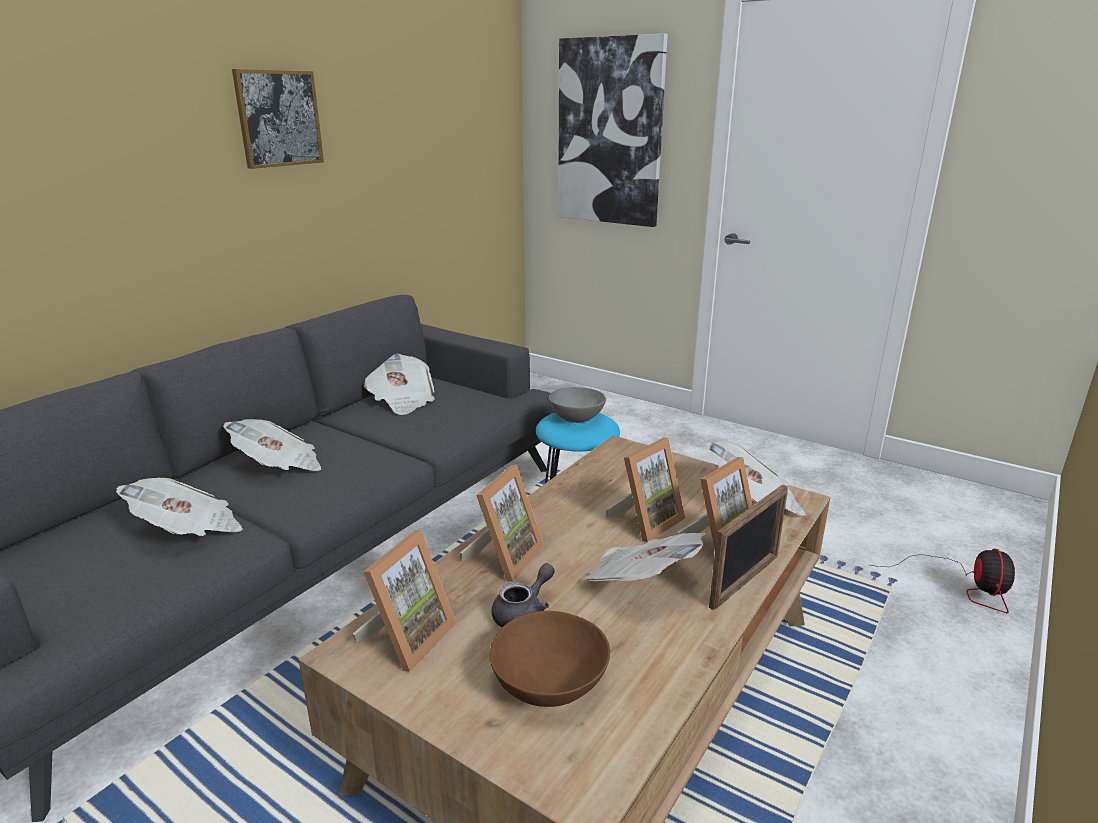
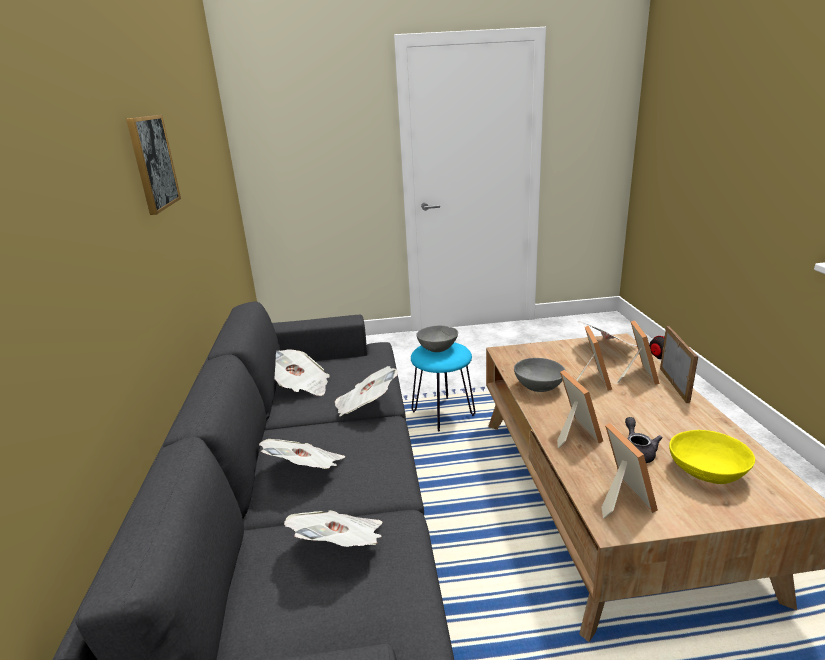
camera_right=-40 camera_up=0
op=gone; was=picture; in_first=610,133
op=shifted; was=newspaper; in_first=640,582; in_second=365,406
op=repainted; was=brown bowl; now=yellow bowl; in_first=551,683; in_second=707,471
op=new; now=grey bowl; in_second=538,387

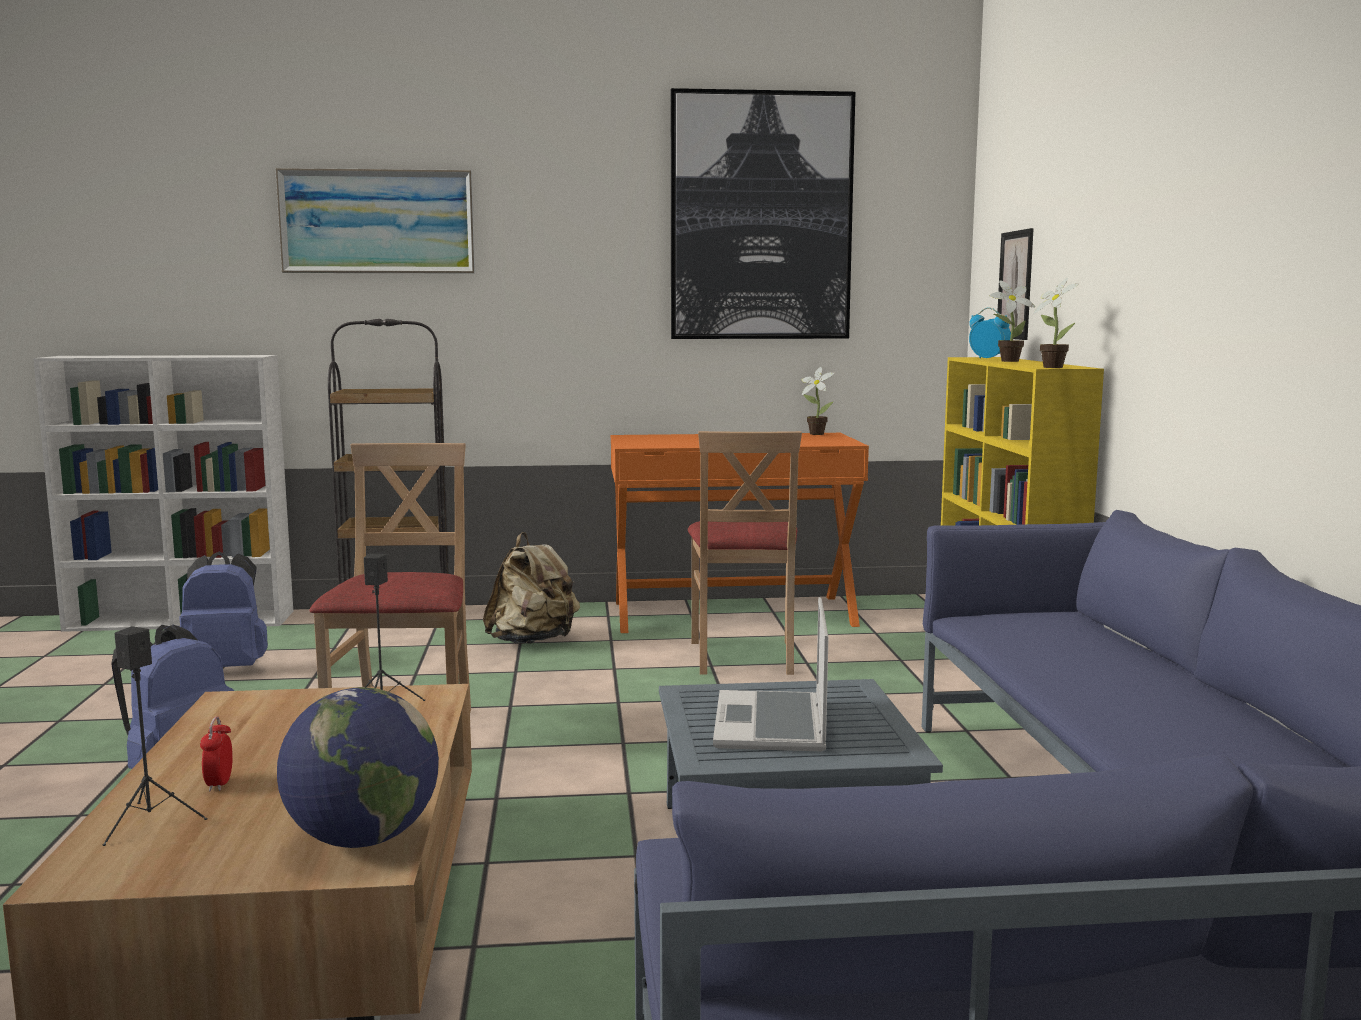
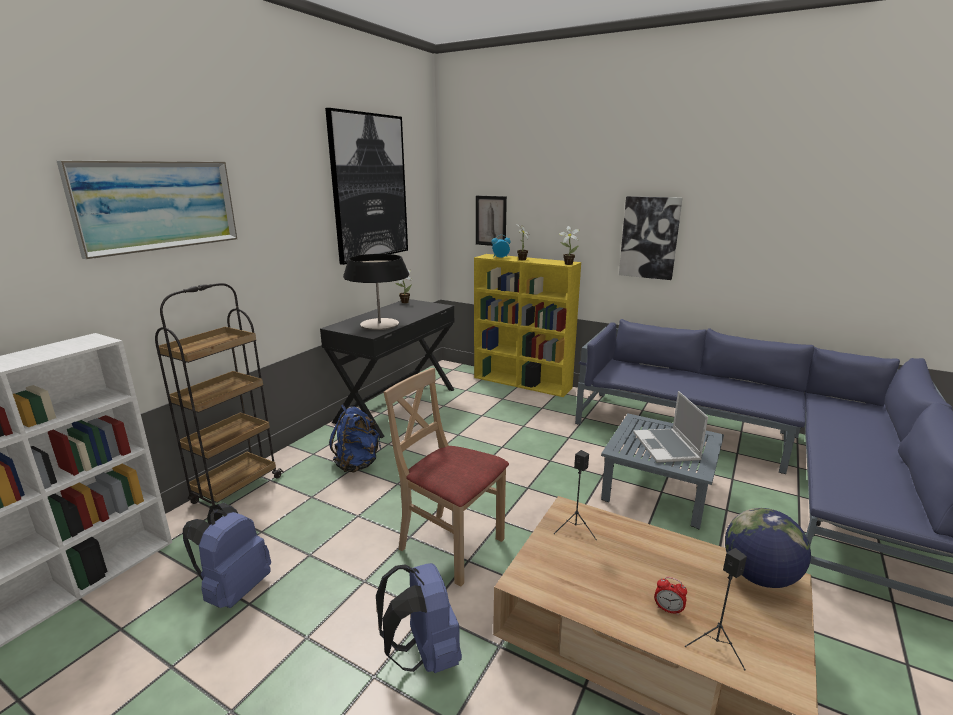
camera_right=-55 camera_up=10
op=gone; was=beige chair; in_first=743,657
op=repainted; was=orange desk; now=black desk; in_first=733,613; in_second=396,405
op=repainted; was=beige backpack; now=blue backpack; in_first=533,641; in_second=357,464
op=rotated; was=laptop; in_first=772,725; in_second=667,447; clockwise=45
op=new; now=picture; in_second=649,237
op=new; now=table lamp; in_second=379,324

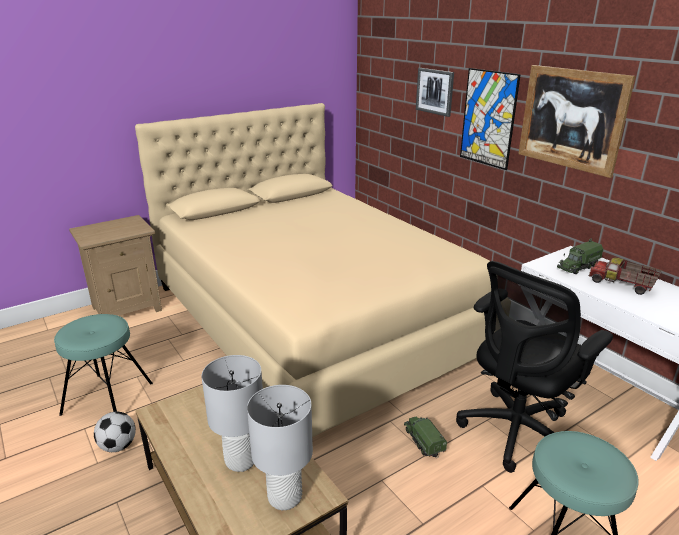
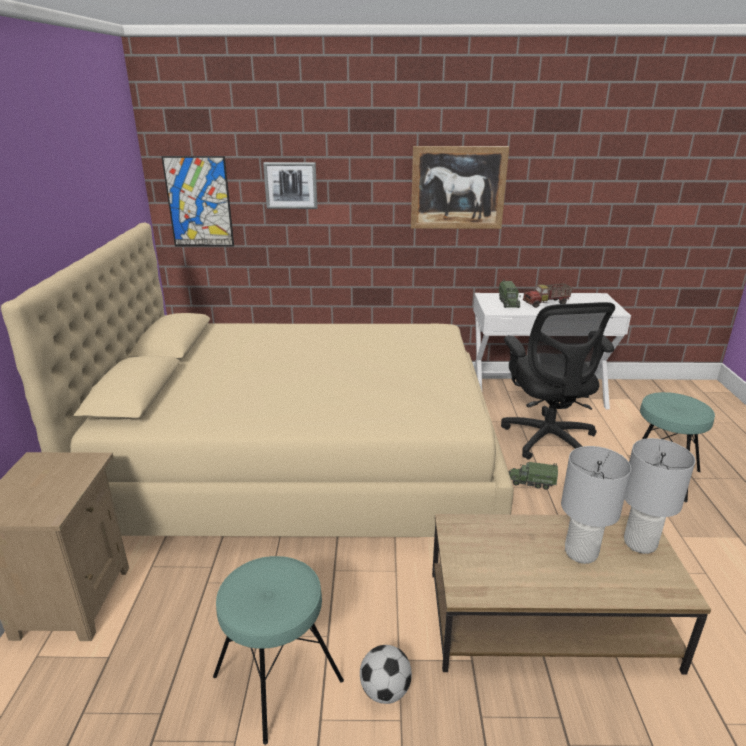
camera_right=-55 camera_up=0
op=shifted; was=picture; in_first=488,118; in_second=199,202

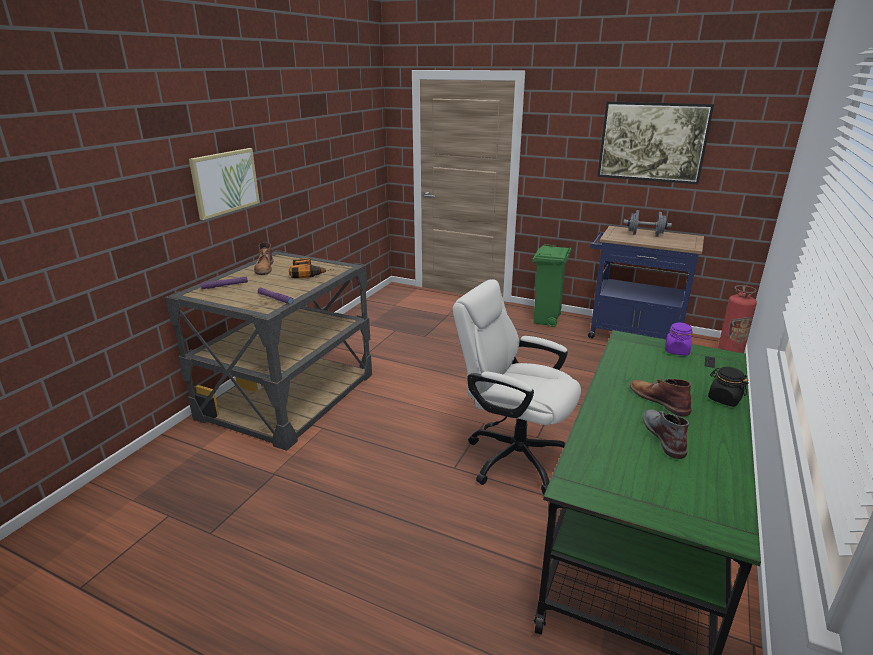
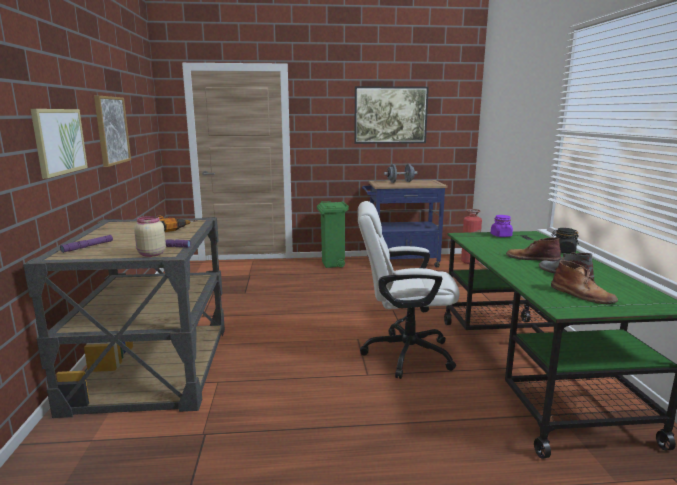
camera_right=-30 camera_up=-10
op=shifted; was=brown boot; in_first=264,268; in_second=582,295
op=new; now=picture; in_second=111,130
op=new; now=beige jar; in_second=151,254

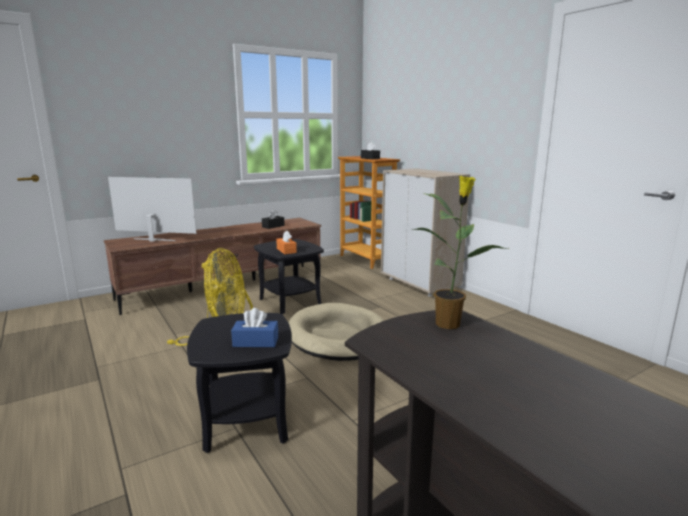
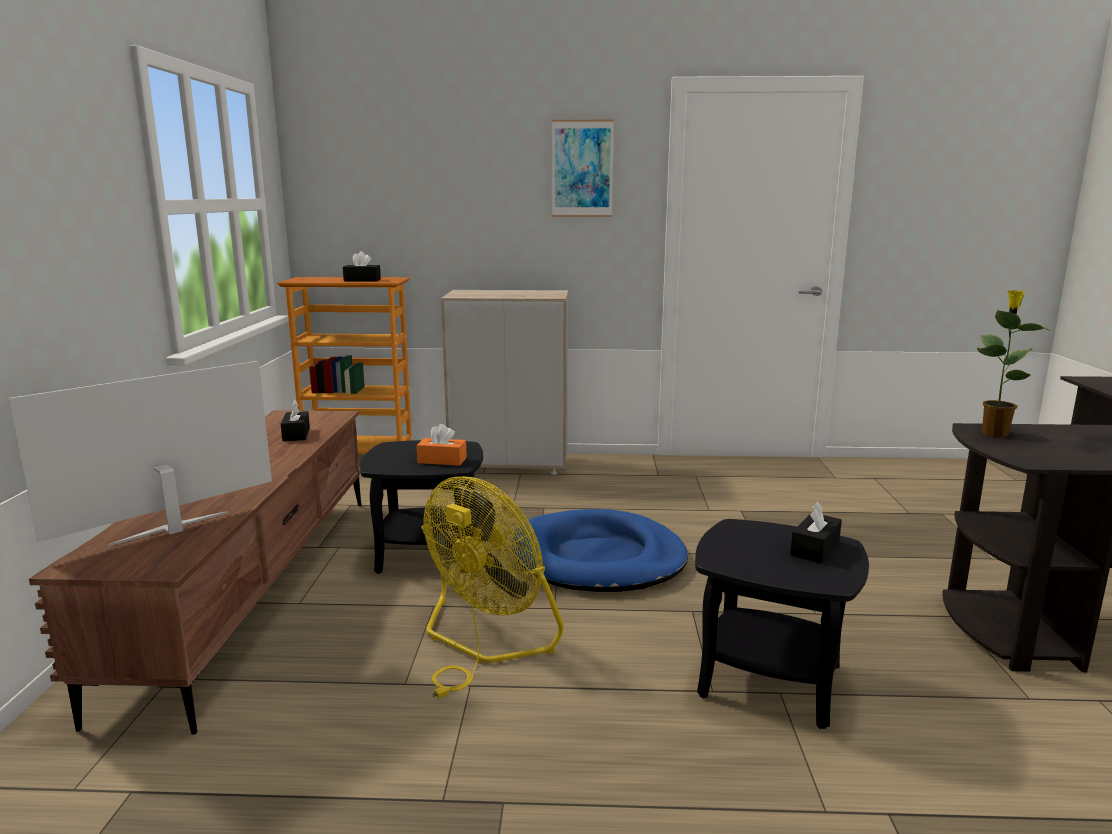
camera_right=-55 camera_up=0
op=repainted; was=beige dog bed; now=blue dog bed; in_first=338,336; in_second=598,558
op=repainted; was=blue tissue box; now=black tissue box; in_first=255,342; in_second=815,548
op=new; now=picture; in_second=582,169

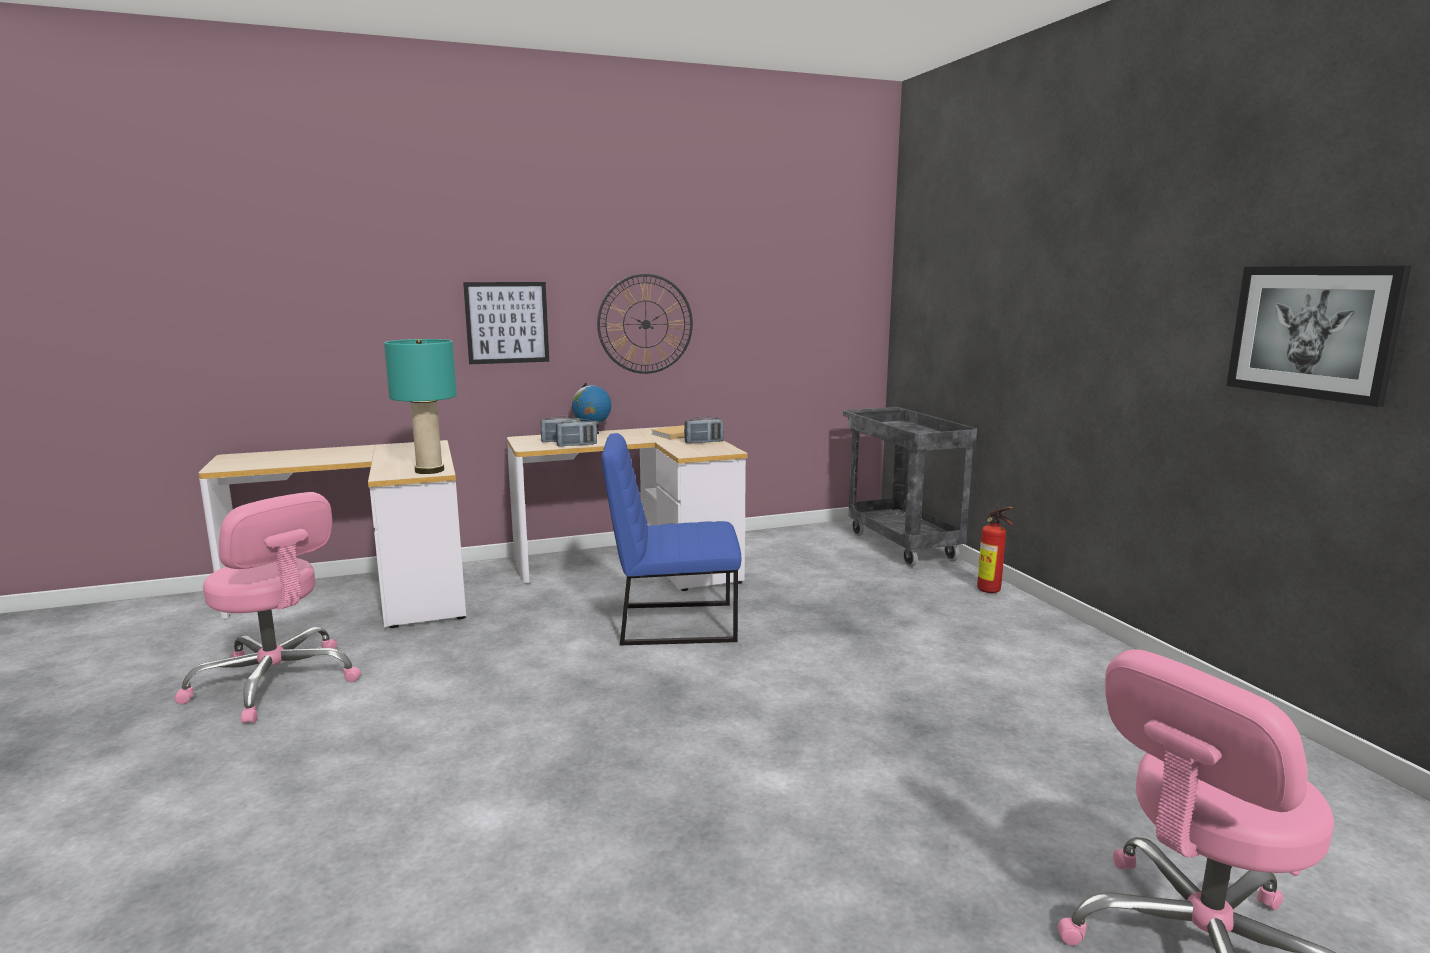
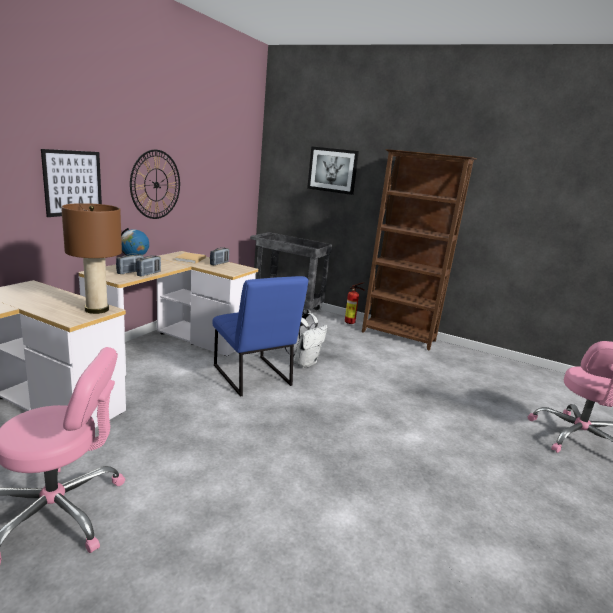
camera_right=-45 camera_up=5
op=shifted; was=picture; in_first=1312,331; in_second=332,170
op=repainted; was=turquoise table lamp; now=brown table lamp; in_first=429,471; in_second=97,310
op=rotated; was=blue chair; in_first=673,623; in_second=252,376; clockwise=-75
op=new; now=brown bookcase; in_second=399,337
op=new; now=white backpack; in_second=304,363

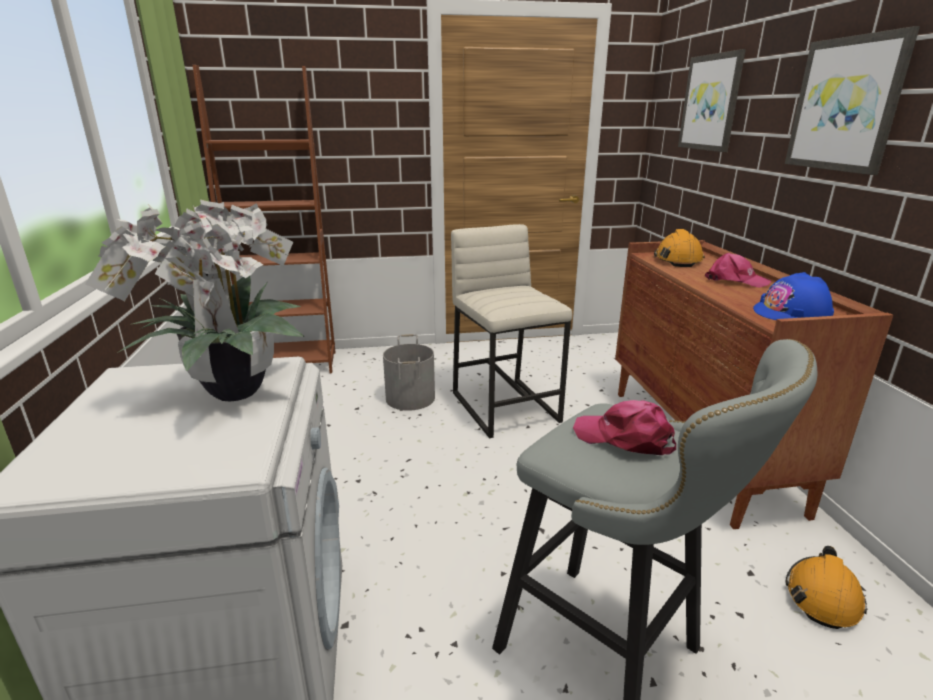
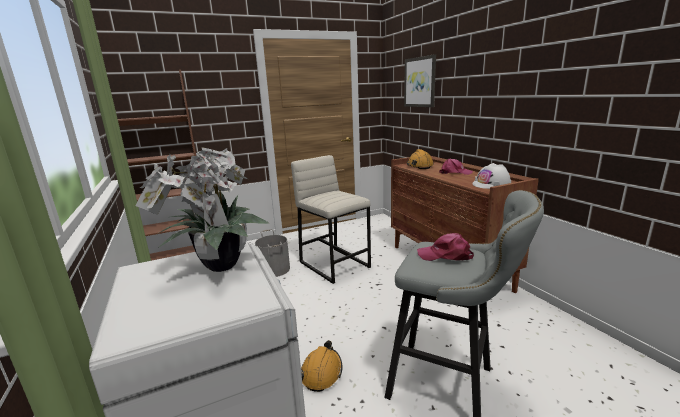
camera_right=-15 camera_up=-5
op=gone; was=picture; in_first=846,104
op=repainted; was=blue hard hat; now=white hard hat; in_first=792,313; in_second=491,184
op=shifted; was=orange hard hat; in_first=822,596; in_second=321,372

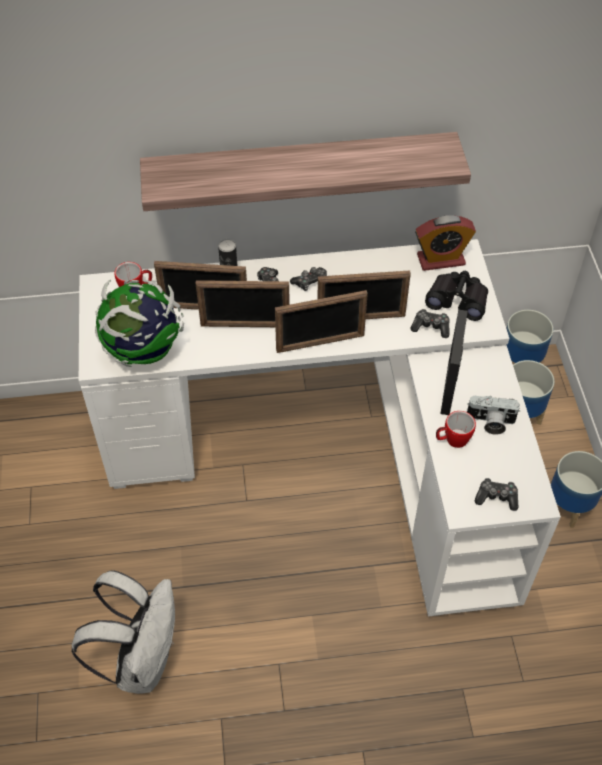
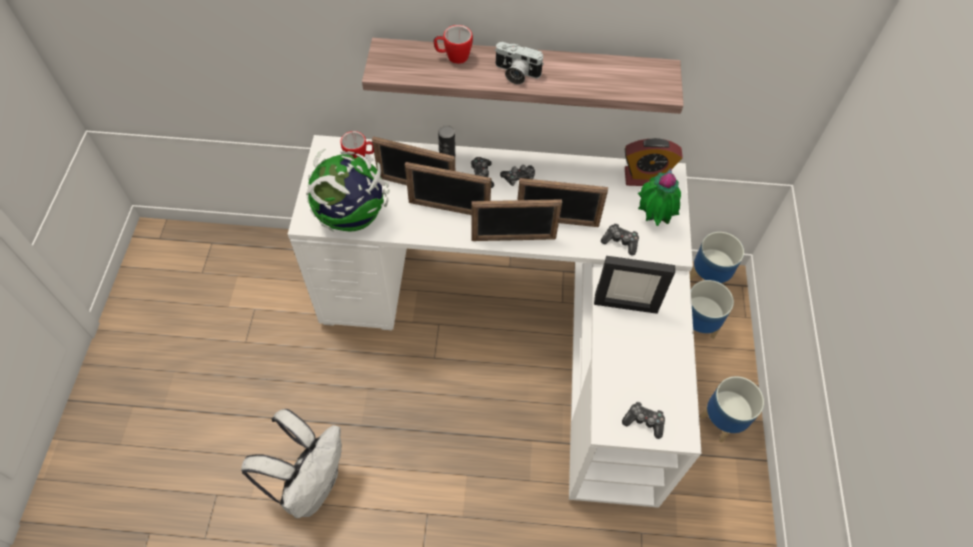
camera_right=10 camera_up=5
op=swapped; was=black binoculars; now=potted plant; in_first=458,300; in_second=652,220
op=rotated; was=picture frame; in_first=450,388; in_second=625,304; clockwise=-105
op=shifted; was=photo camera; in_first=490,422; in_second=515,73
op=shifted; was=mug; in_first=452,440; in_second=453,57

